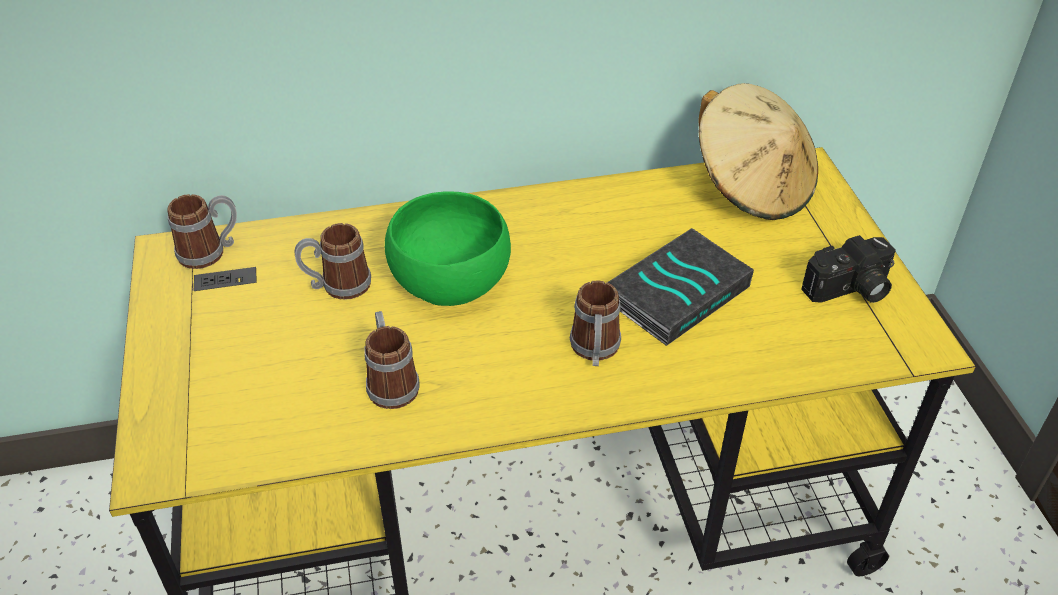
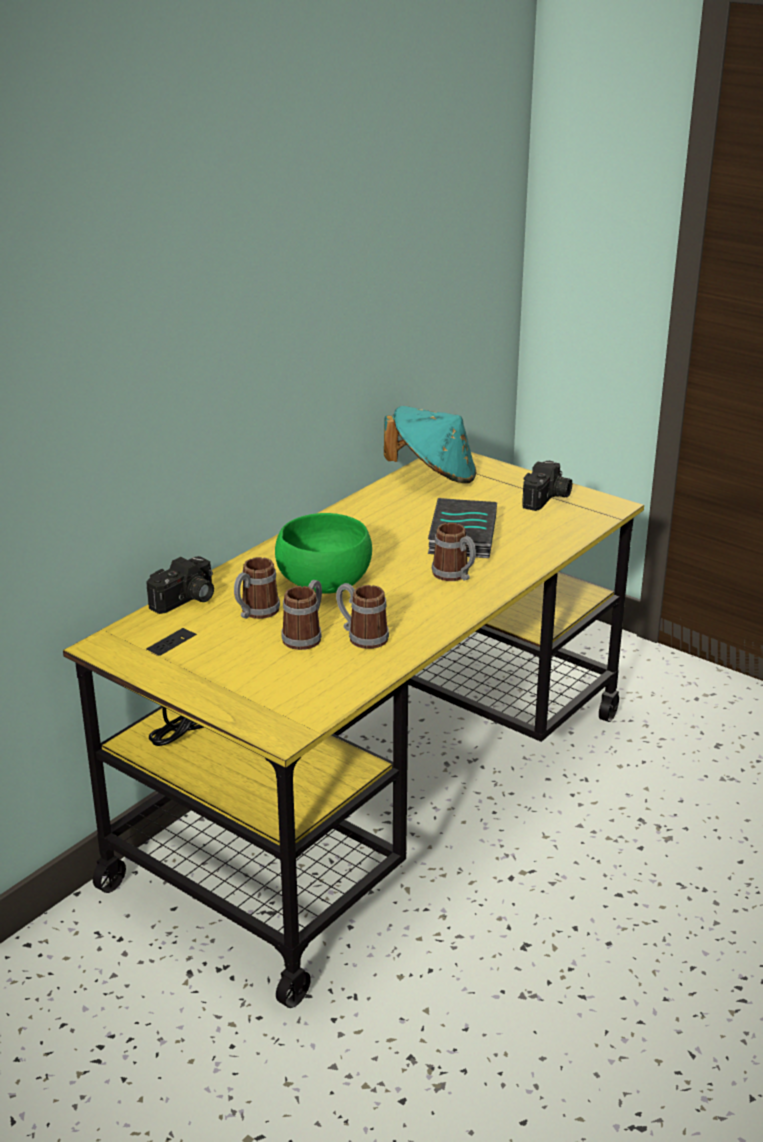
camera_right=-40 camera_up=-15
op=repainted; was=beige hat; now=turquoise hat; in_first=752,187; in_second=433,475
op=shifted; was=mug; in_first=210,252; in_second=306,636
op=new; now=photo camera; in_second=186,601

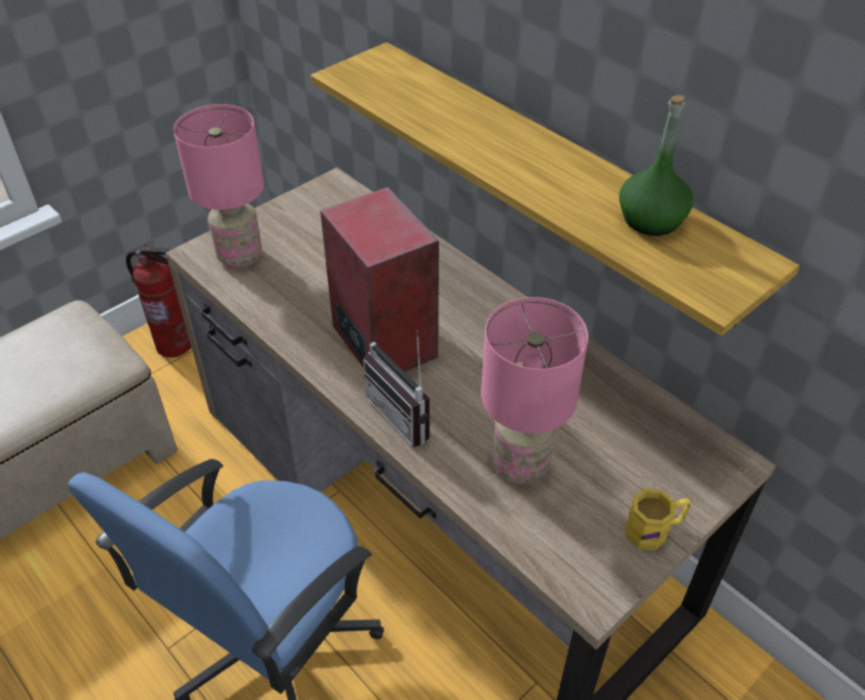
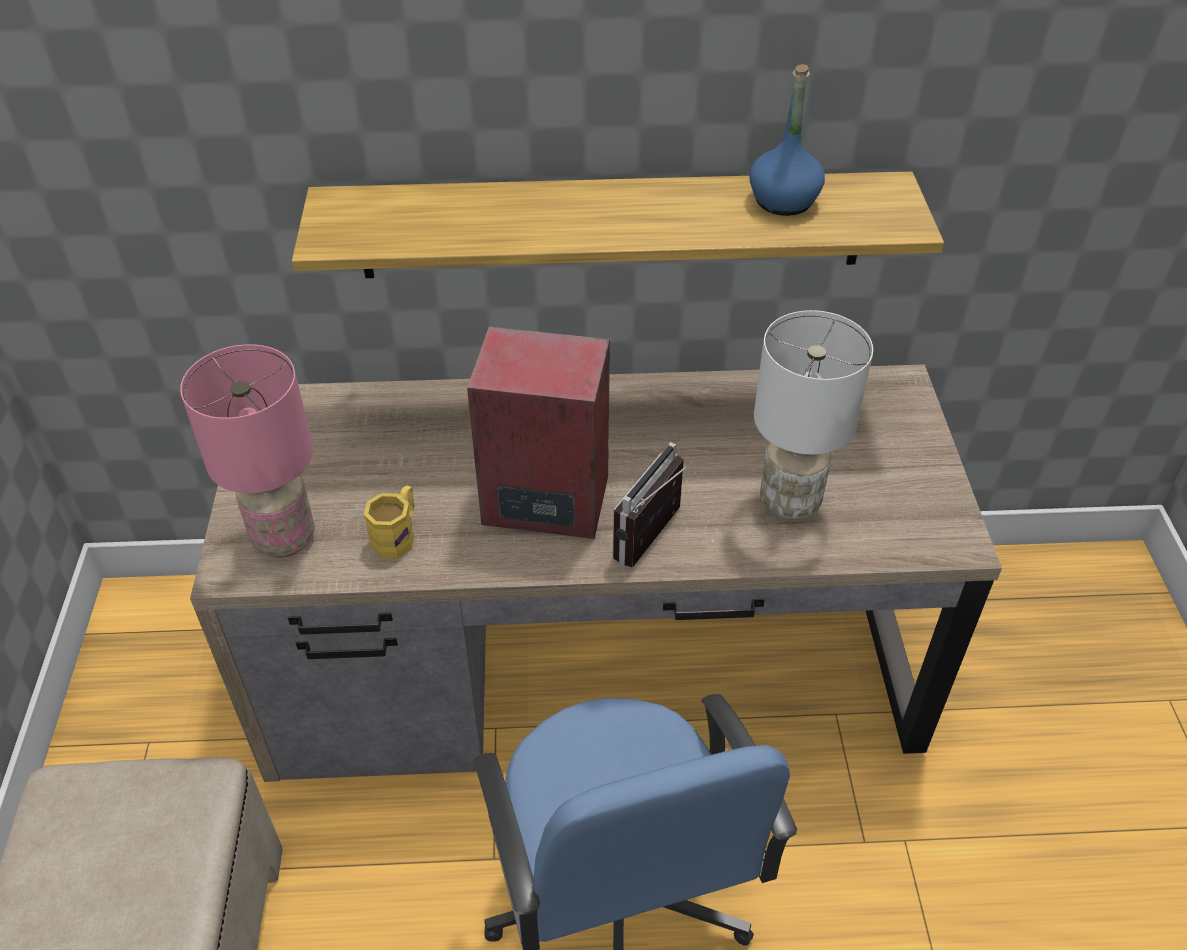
camera_right=-50 camera_up=0
op=repainted; was=green bottle; now=blue bottle; in_first=651,220; in_second=783,201
op=gone; was=fire extinguisher; in_first=175,344
op=repainted; was=pink table lamp; now=white table lamp; in_first=519,464; in_second=788,502
op=rotated; was=radio; in_first=406,415; in_second=656,540; clockwise=120
op=shifted; was=yellow mug; in_first=654,530; in_second=398,535

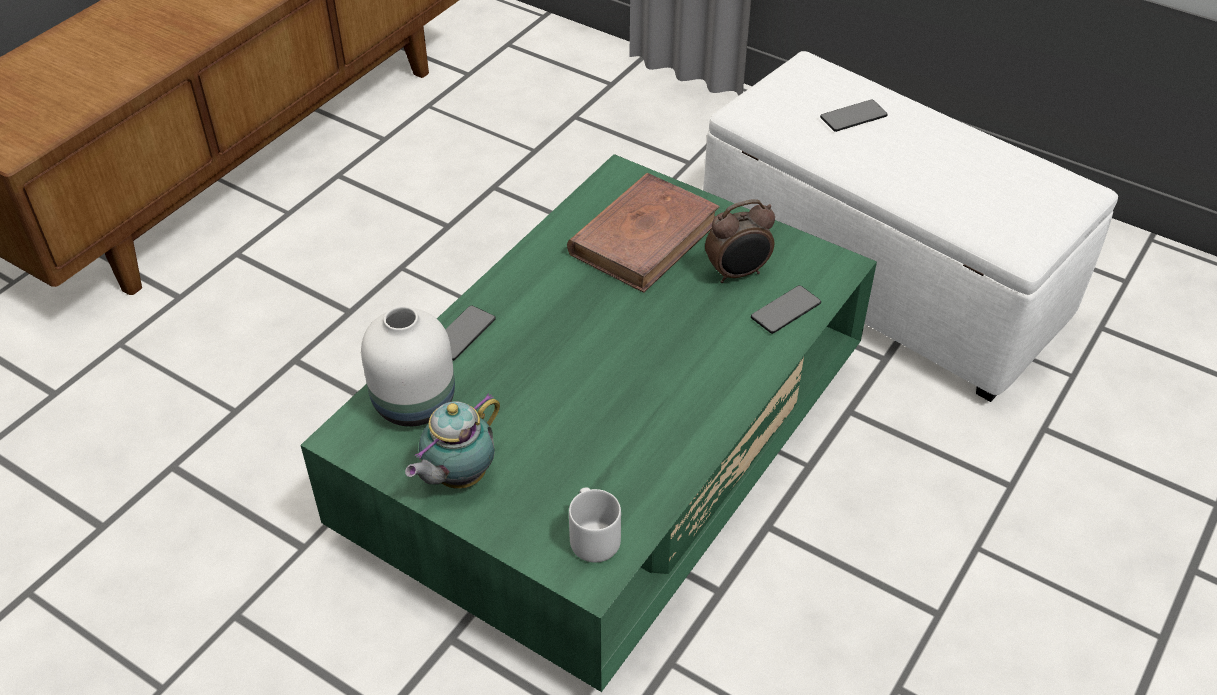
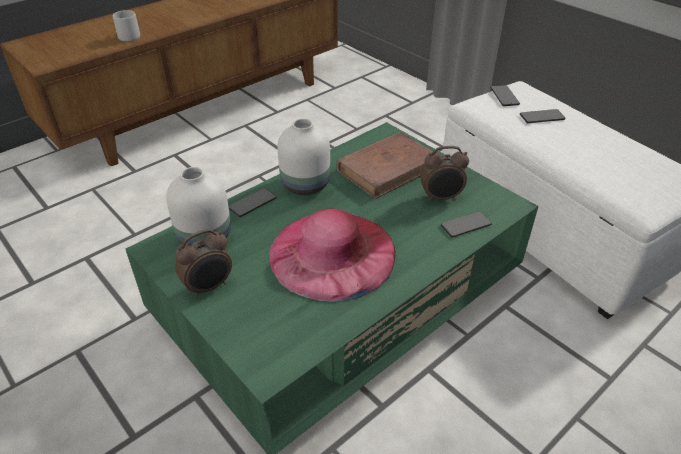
camera_right=15 camera_up=-5
op=swapped; was=teapot; now=alarm clock; in_first=457,477; in_second=209,287
op=shifted; was=grey mug; in_first=593,537; in_second=130,36
op=new; now=phone; in_second=504,96
op=new; now=white vase; in_second=305,184
op=new; now=pink hat; in_second=332,253

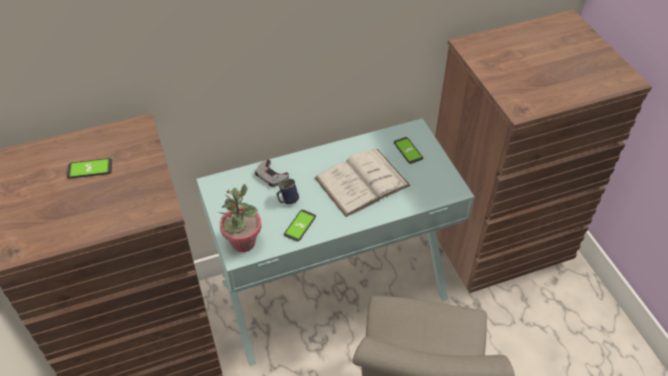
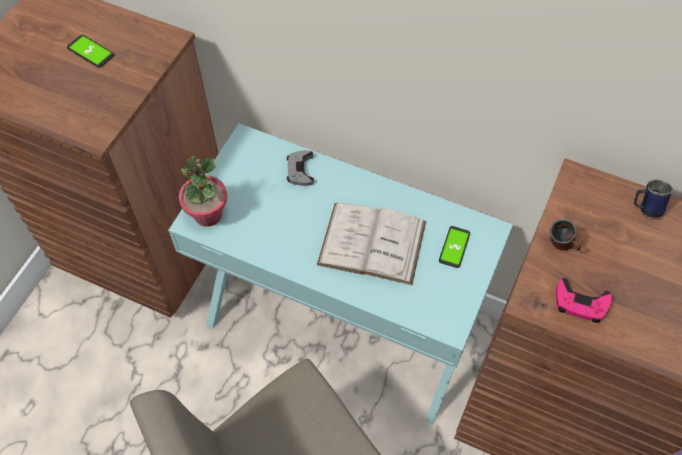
camera_right=45 camera_up=10
op=shifted; was=blue mug; in_first=287,200; in_second=645,207
op=gone; was=phone; in_first=300,226
op=new; now=brown mug; in_second=562,247
op=new; now=pink game controller; in_second=580,303

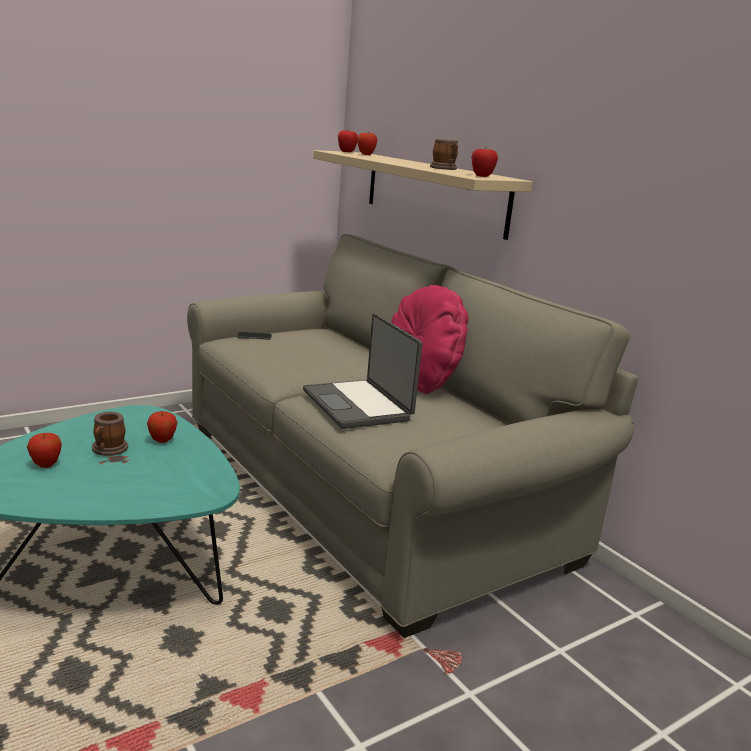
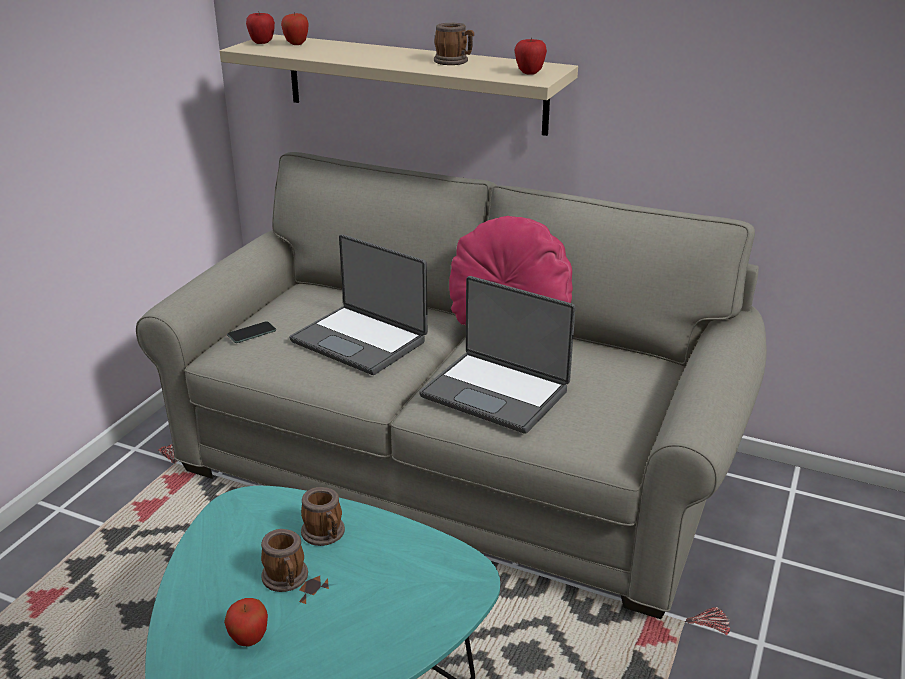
camera_right=-30 camera_up=10
op=swapped; was=apple; now=mug; in_first=162,441; in_second=325,534
op=new; now=laptop; in_second=361,340

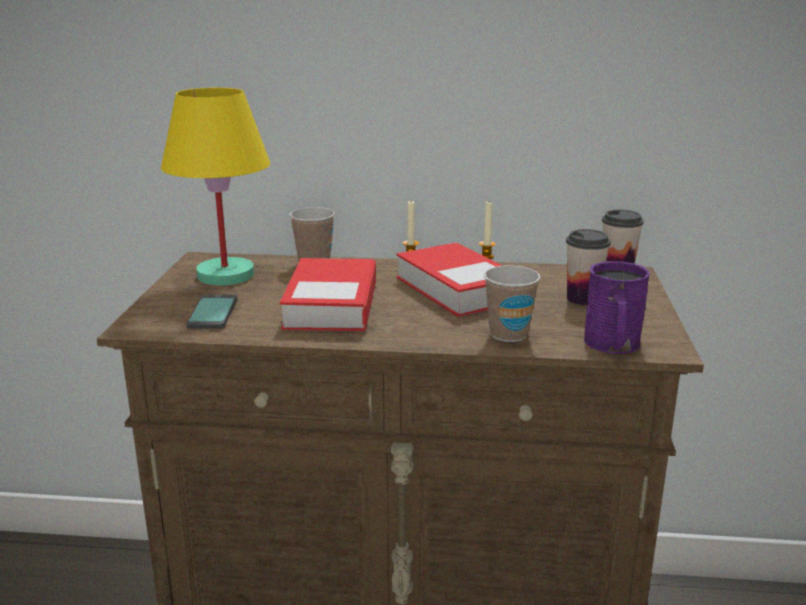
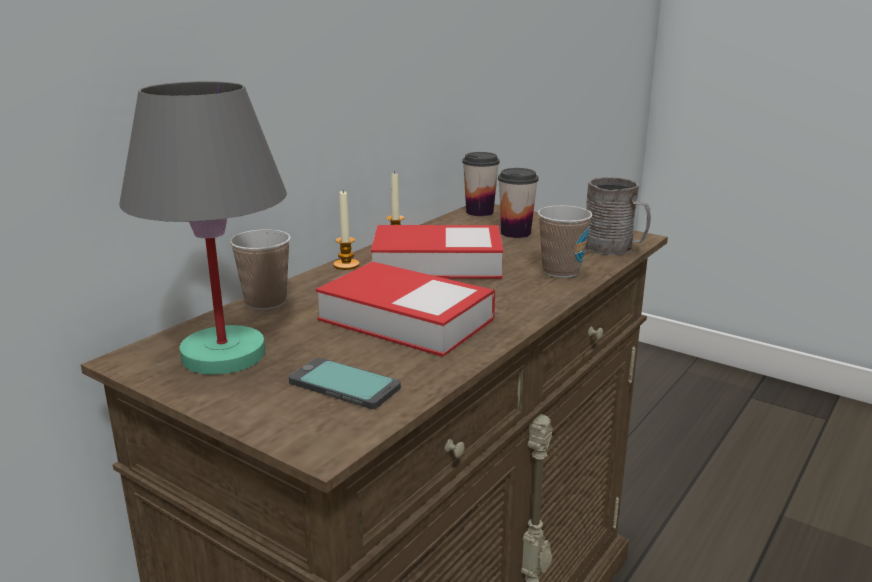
camera_right=-60 camera_up=0
op=repainted; was=yellow table lamp; now=grey table lamp; in_first=226,275; in_second=222,354
op=repainted; was=purple mug; now=grey mug; in_first=613,345; in_second=614,248

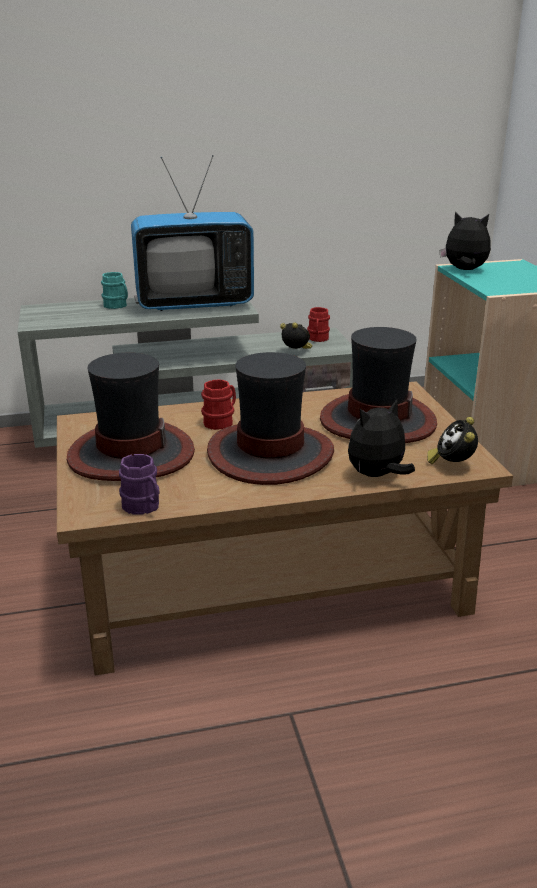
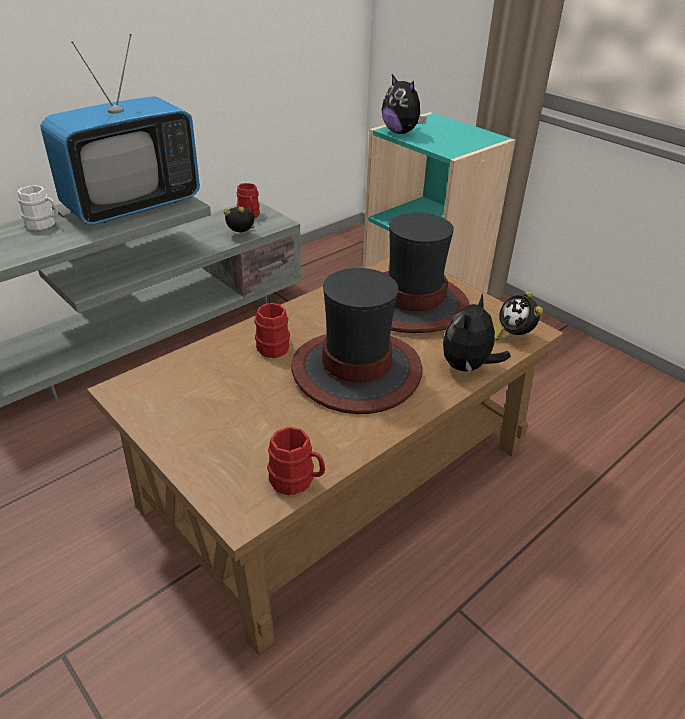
camera_right=-30 camera_up=10
op=rotated; was=plush toy; in_first=464,270; in_second=401,132; clockwise=-120
op=repainted; was=turquoise mug; now=white mug; in_first=117,306; in_second=44,225
op=gone; was=hat; in_first=130,454
op=repainted; was=purple mug; now=red mug; in_first=144,507; in_second=297,481

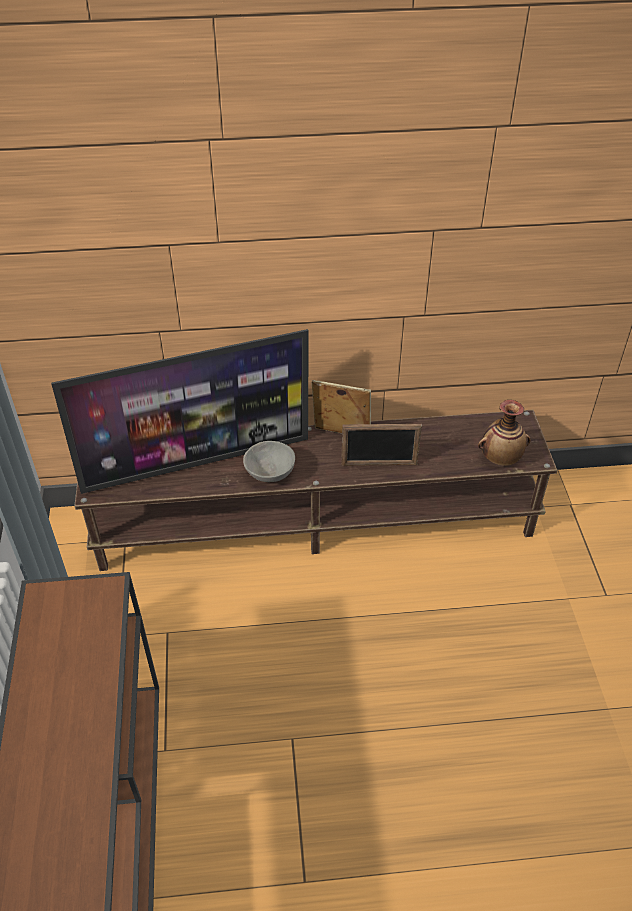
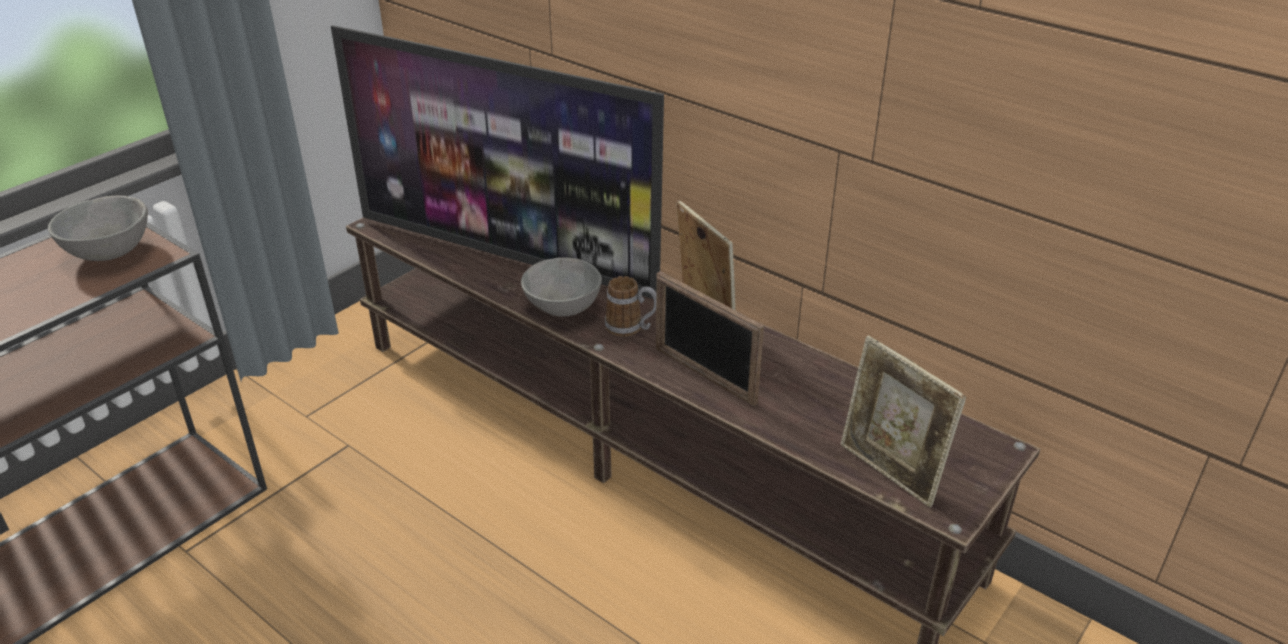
camera_right=45 camera_up=-10
op=swapped; was=vase; now=picture frame; in_first=500,458; in_second=889,473
op=new; now=grey bowl; in_second=108,253
op=new; now=mug; in_second=631,328

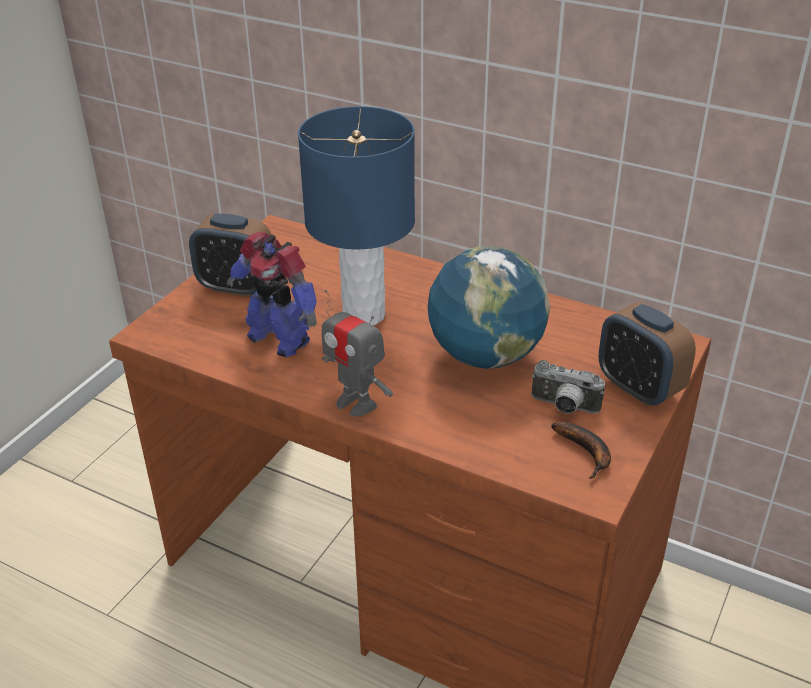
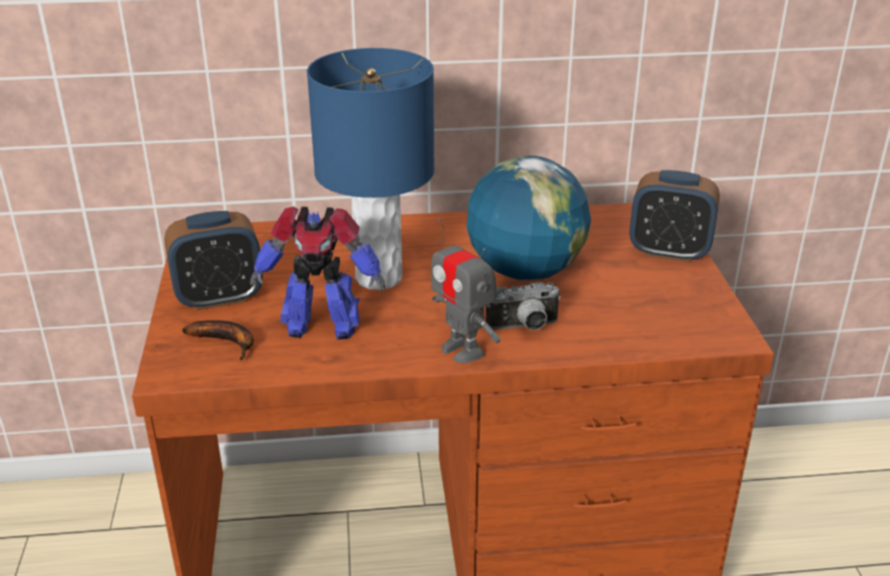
camera_right=-35 camera_up=-5
op=rotated; was=toy robot; in_first=356,403; in_second=462,350; clockwise=45
op=shifted; was=photo camera; in_first=563,407; in_second=524,327
op=shifted; was=banana; in_first=587,453; in_second=227,342

